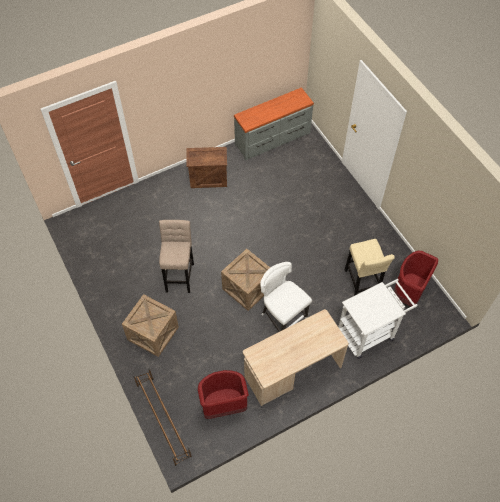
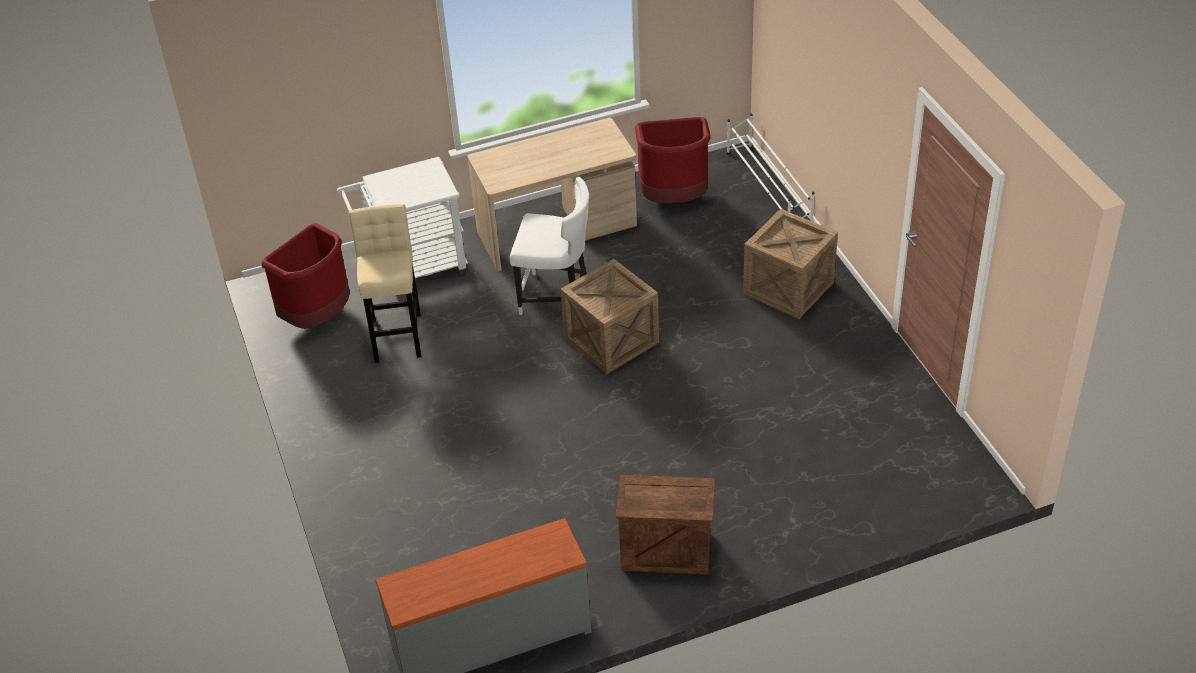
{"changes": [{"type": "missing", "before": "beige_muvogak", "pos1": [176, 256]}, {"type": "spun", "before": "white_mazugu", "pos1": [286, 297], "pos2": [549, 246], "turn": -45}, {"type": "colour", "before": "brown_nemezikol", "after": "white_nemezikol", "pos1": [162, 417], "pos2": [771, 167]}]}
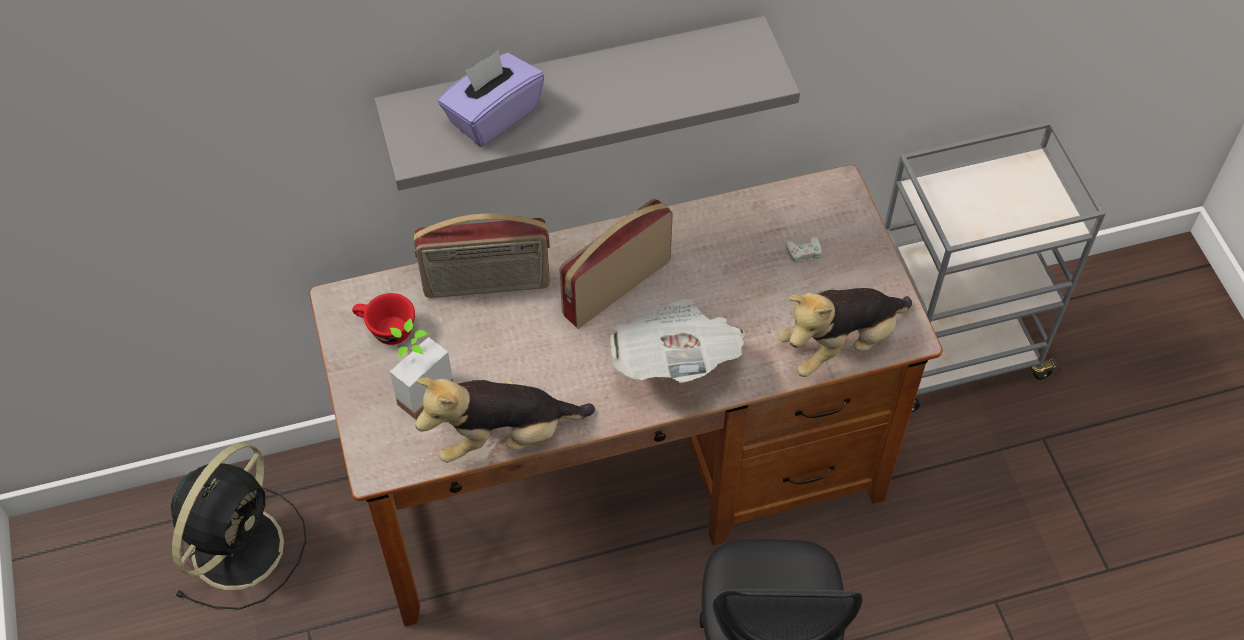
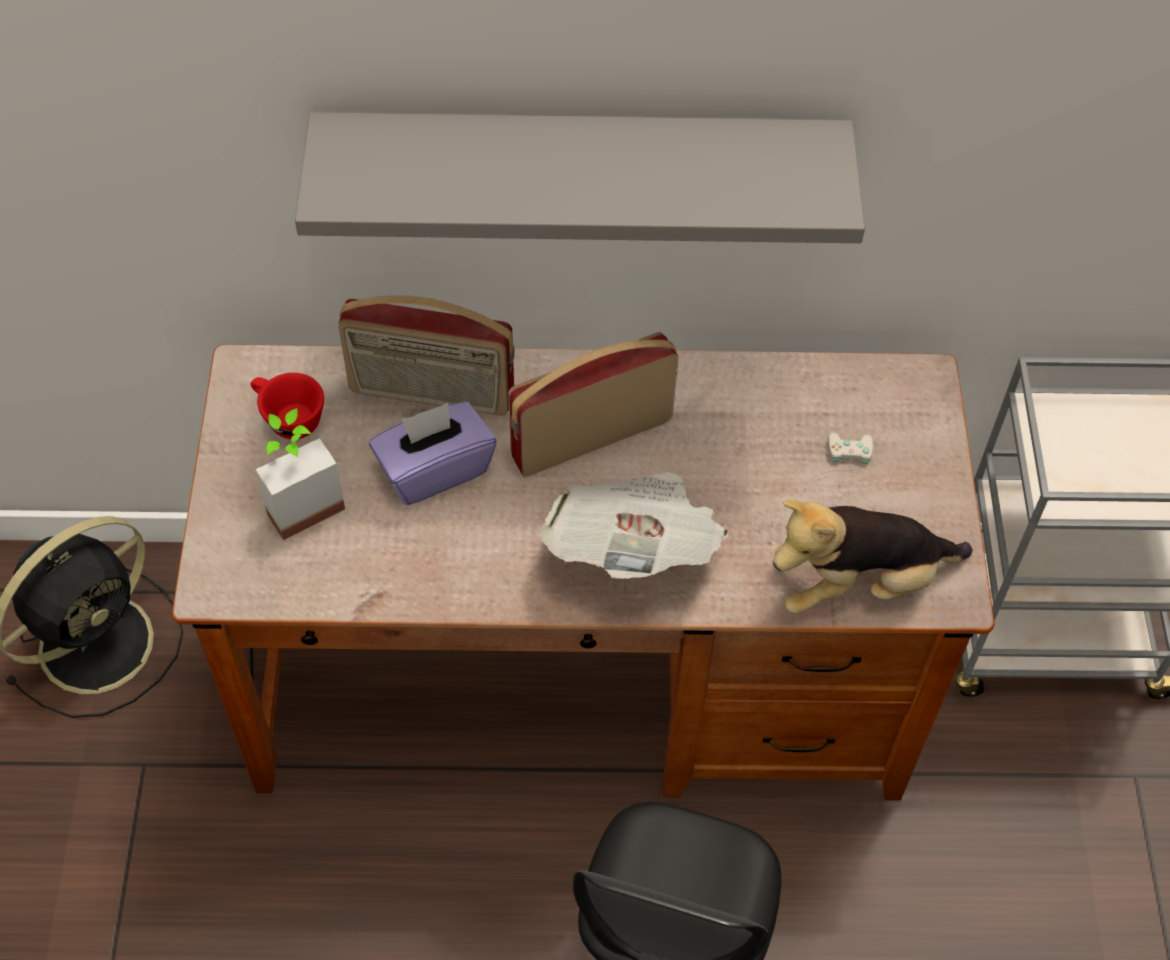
{"changes": [{"type": "relocated", "before": "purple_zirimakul", "pos1": [491, 98], "pos2": [432, 453]}, {"type": "missing", "before": "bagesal", "pos1": [505, 420]}]}
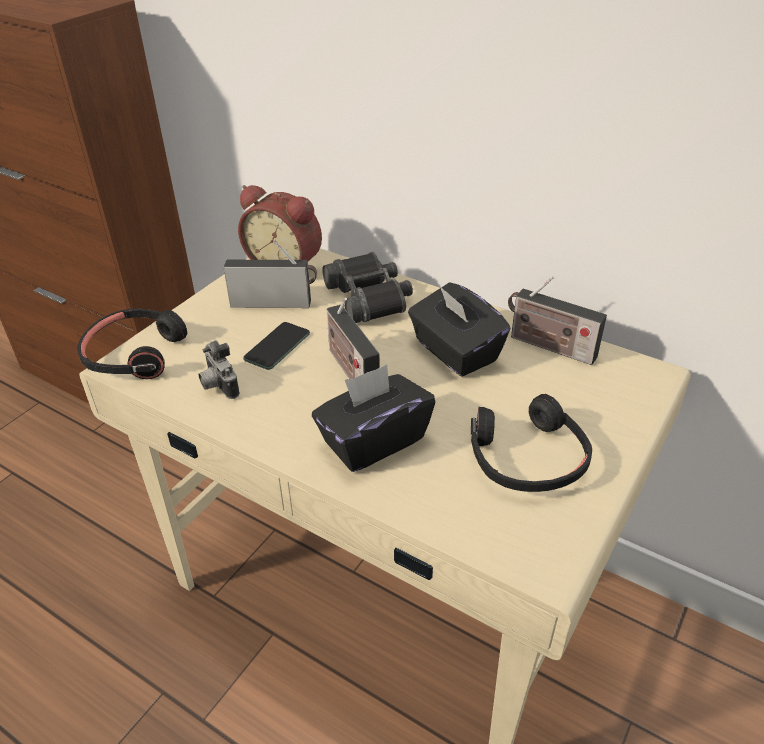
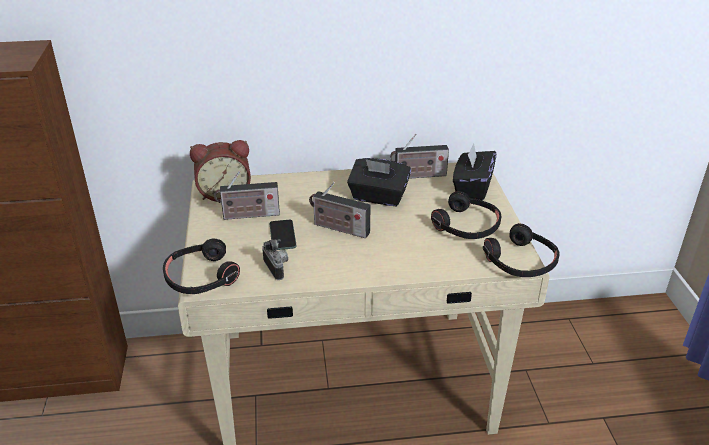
{"changes": [{"type": "spun", "before": "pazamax", "pos1": [270, 273], "pos2": [247, 195], "turn": -150}, {"type": "missing", "before": "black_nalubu", "pos1": [367, 287]}, {"type": "spun", "before": "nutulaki", "pos1": [219, 369], "pos2": [275, 259], "turn": -135}, {"type": "relocated", "before": "black_zirimakul", "pos1": [373, 418], "pos2": [474, 171]}, {"type": "appeared", "after": "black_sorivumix", "pos2": [521, 250]}]}
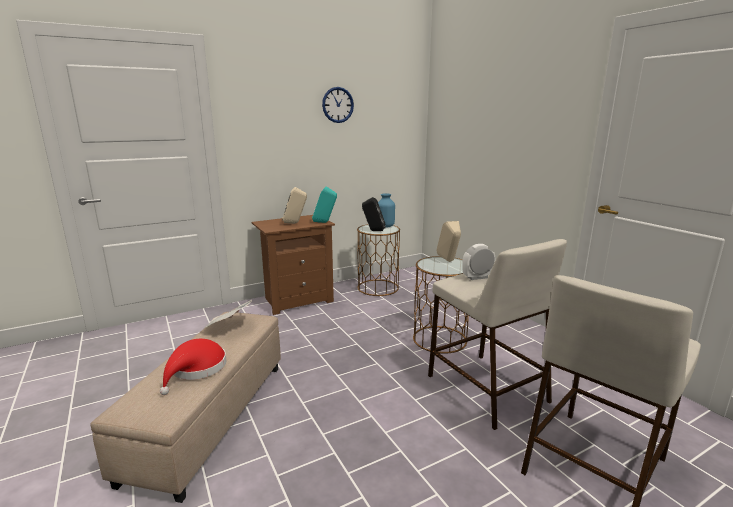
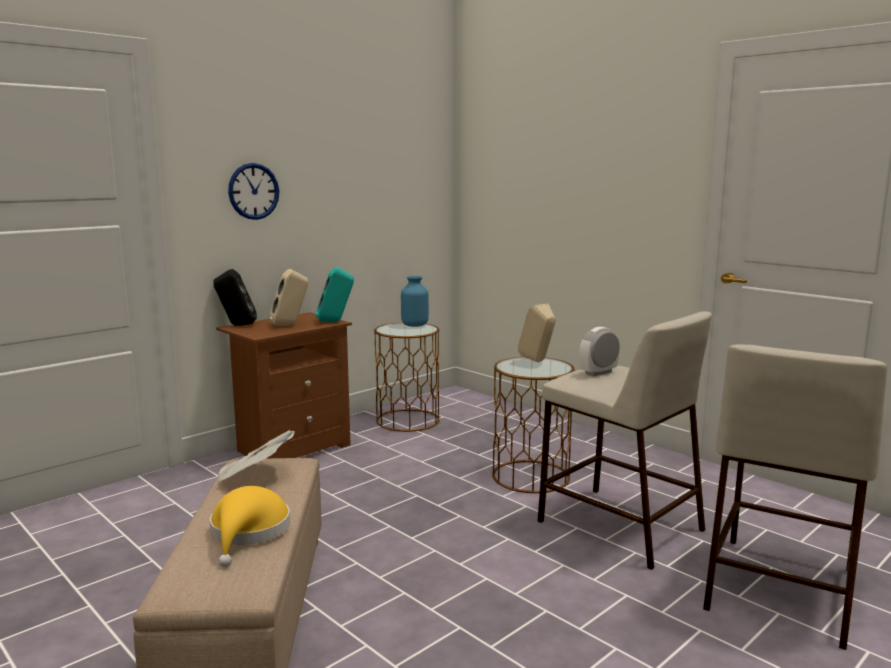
{"changes": [{"type": "relocated", "before": "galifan", "pos1": [338, 105], "pos2": [253, 191]}, {"type": "relocated", "before": "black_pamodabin", "pos1": [374, 214], "pos2": [235, 297]}, {"type": "colour", "before": "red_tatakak", "after": "yellow_tatakak", "pos1": [193, 367], "pos2": [250, 526]}]}
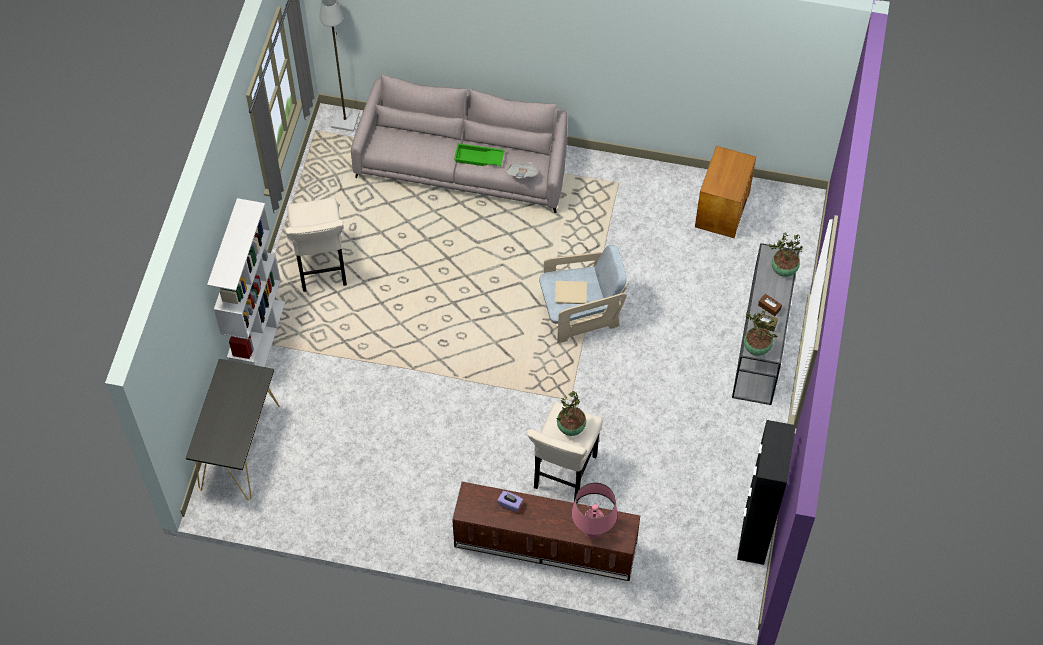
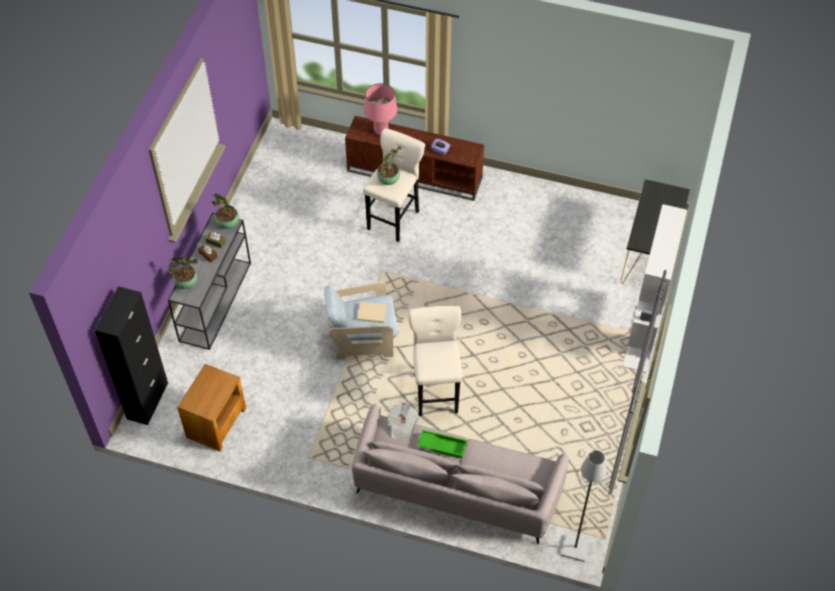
{"changes": [{"type": "relocated", "before": "beige_muvogak", "pos1": [316, 245], "pos2": [435, 361]}, {"type": "relocated", "before": "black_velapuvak", "pos1": [766, 492], "pos2": [131, 355]}]}
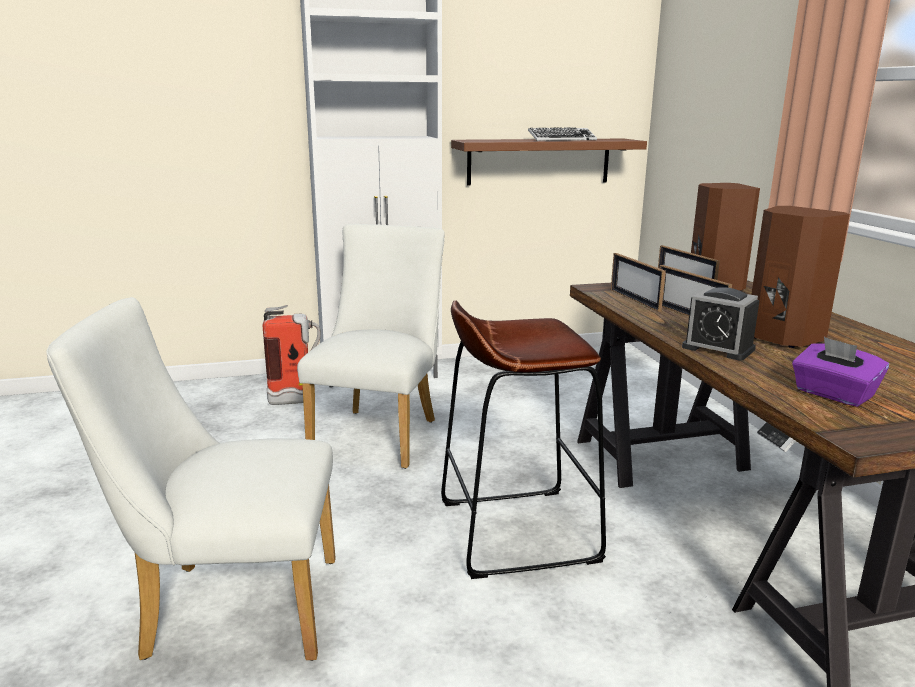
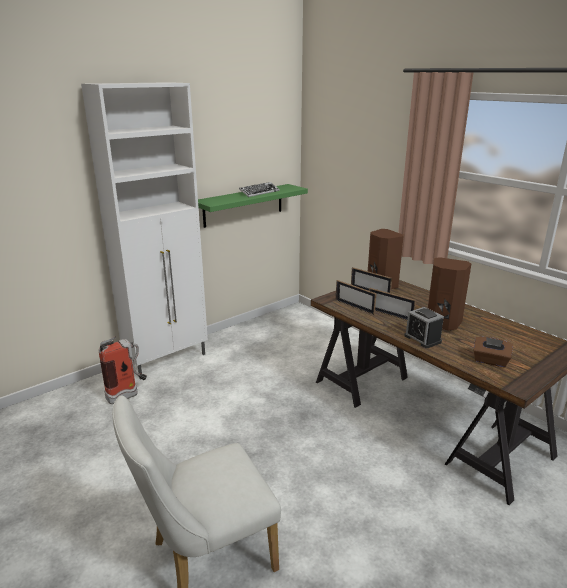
{"changes": [{"type": "colour", "before": "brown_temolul", "after": "green_temolul", "pos1": [549, 162], "pos2": [253, 206]}, {"type": "missing", "before": "white_mazugu", "pos1": [371, 346]}, {"type": "spun", "before": "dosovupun", "pos1": [721, 323], "pos2": [424, 327], "turn": 45}, {"type": "missing", "before": "brown_muvogak", "pos1": [523, 439]}, {"type": "colour", "before": "purple_zirimakul", "after": "brown_zirimakul", "pos1": [840, 372], "pos2": [493, 352]}]}
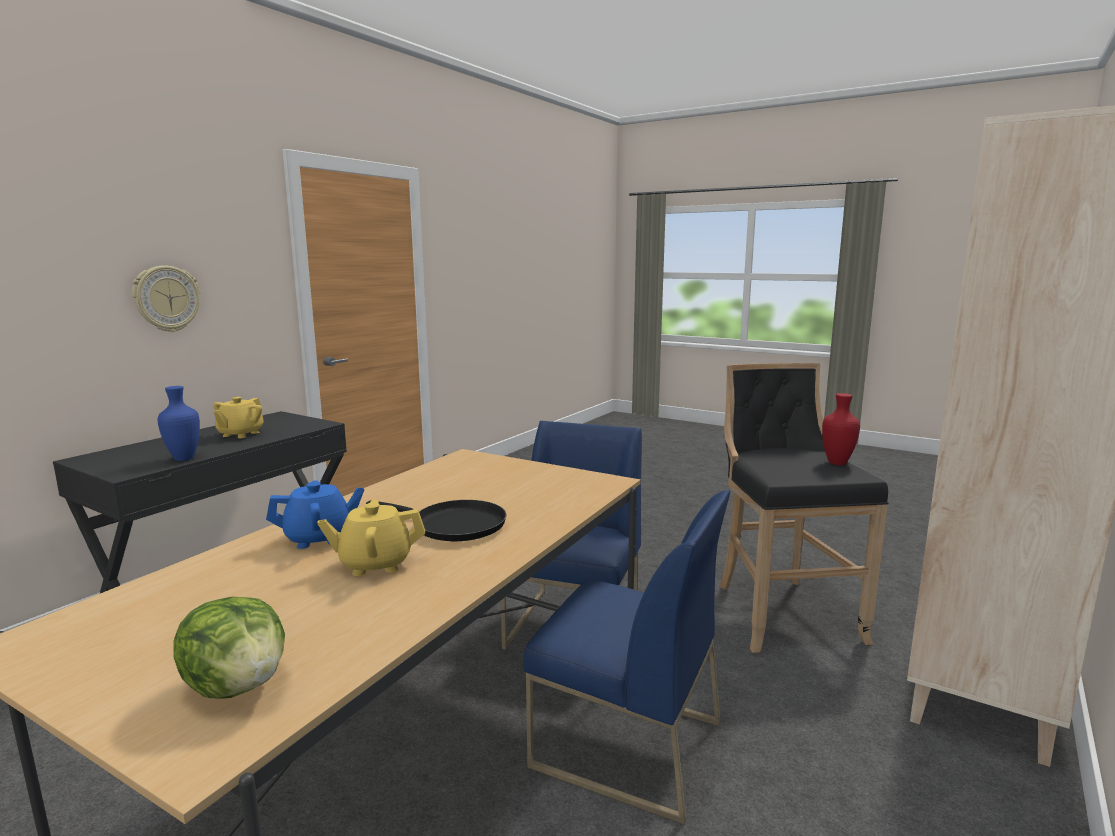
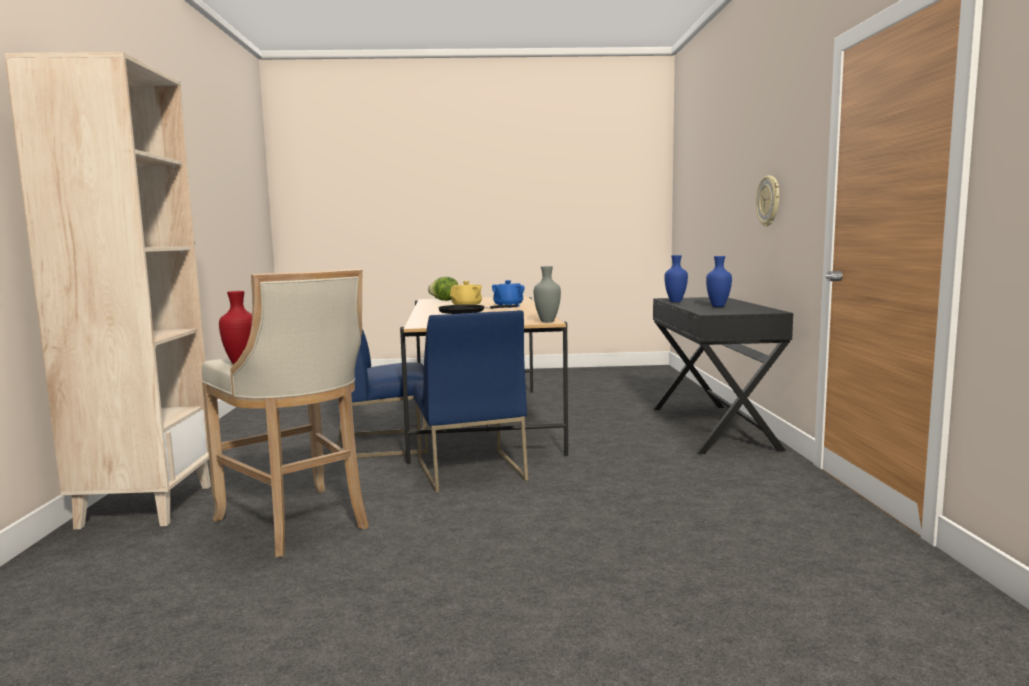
{"changes": [{"type": "colour", "before": "black_muvogak", "after": "beige_muvogak", "pos1": [804, 508], "pos2": [285, 413]}, {"type": "exchanged", "before": "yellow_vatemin", "after": "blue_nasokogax", "pos1": [238, 417], "pos2": [719, 281]}, {"type": "appeared", "after": "grey_nasokogax", "pos2": [547, 294]}]}
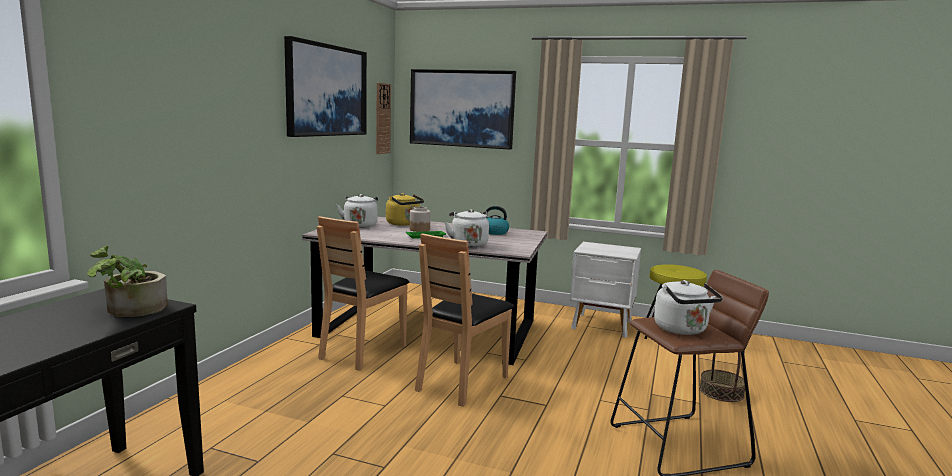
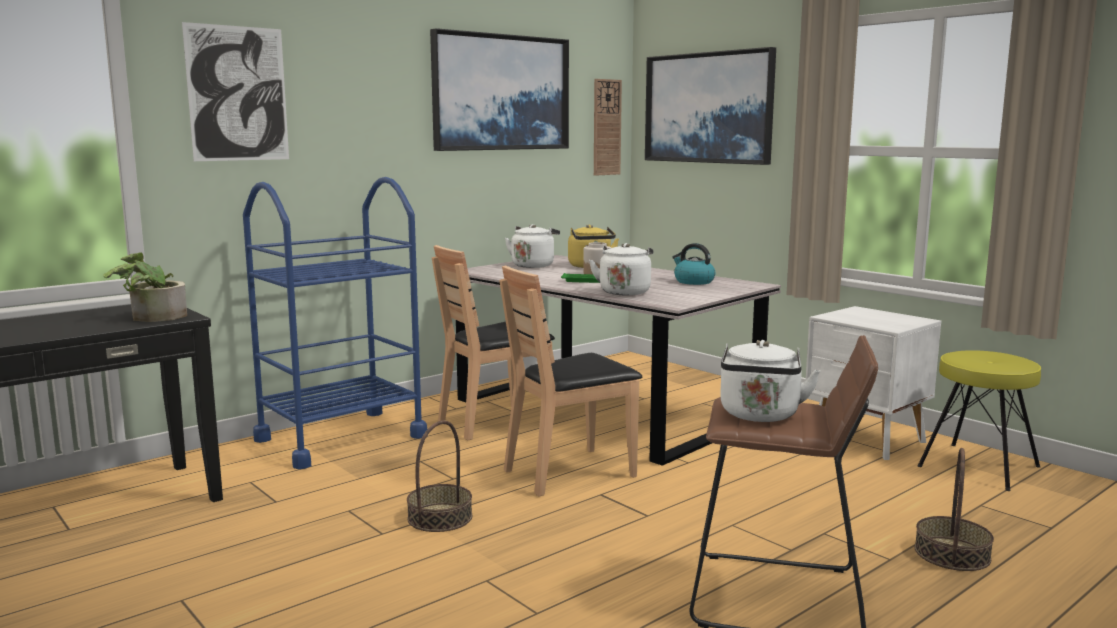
{"changes": [{"type": "appeared", "after": "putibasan", "pos2": [235, 91]}, {"type": "appeared", "after": "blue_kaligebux", "pos2": [335, 323]}, {"type": "appeared", "after": "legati", "pos2": [439, 476]}]}
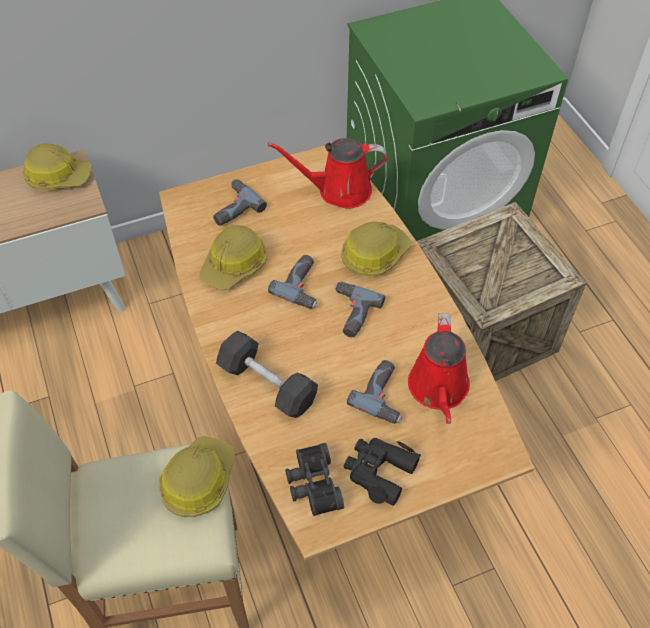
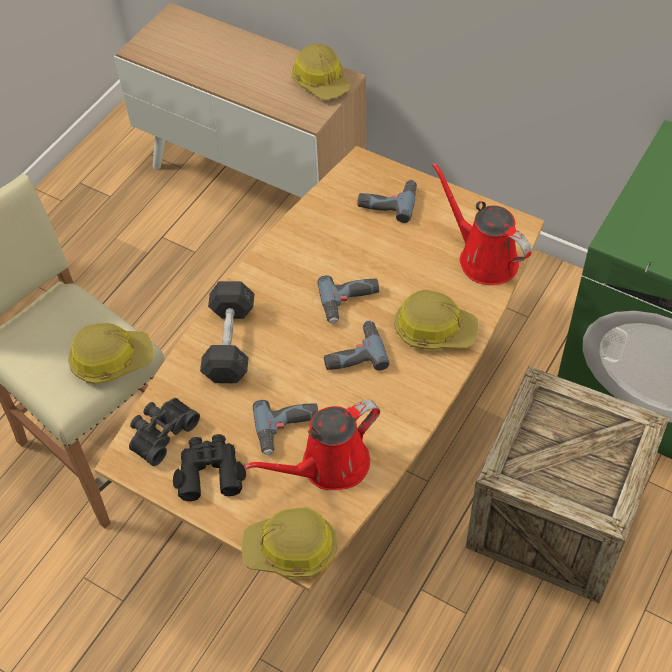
{"changes": [{"type": "relocated", "before": "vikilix", "pos1": [233, 258], "pos2": [289, 542]}]}
